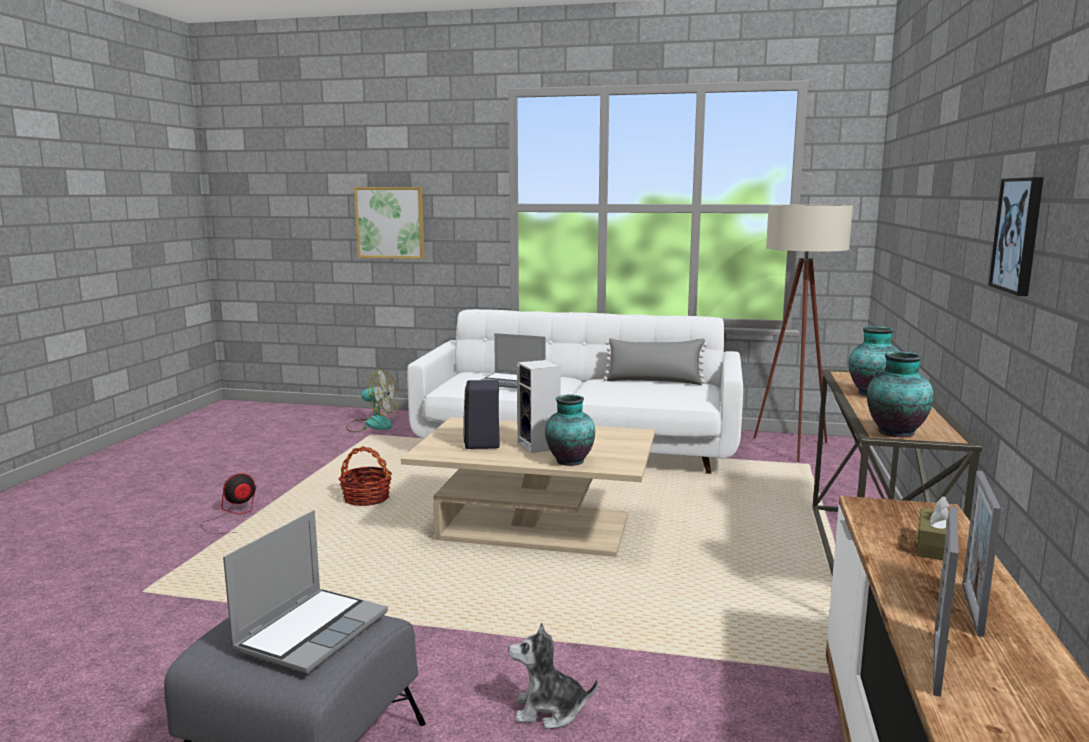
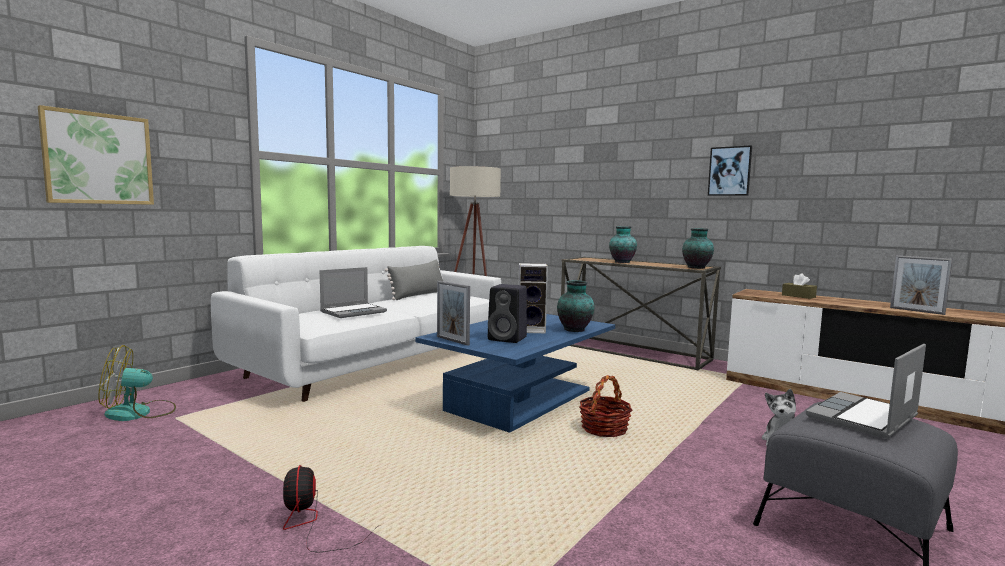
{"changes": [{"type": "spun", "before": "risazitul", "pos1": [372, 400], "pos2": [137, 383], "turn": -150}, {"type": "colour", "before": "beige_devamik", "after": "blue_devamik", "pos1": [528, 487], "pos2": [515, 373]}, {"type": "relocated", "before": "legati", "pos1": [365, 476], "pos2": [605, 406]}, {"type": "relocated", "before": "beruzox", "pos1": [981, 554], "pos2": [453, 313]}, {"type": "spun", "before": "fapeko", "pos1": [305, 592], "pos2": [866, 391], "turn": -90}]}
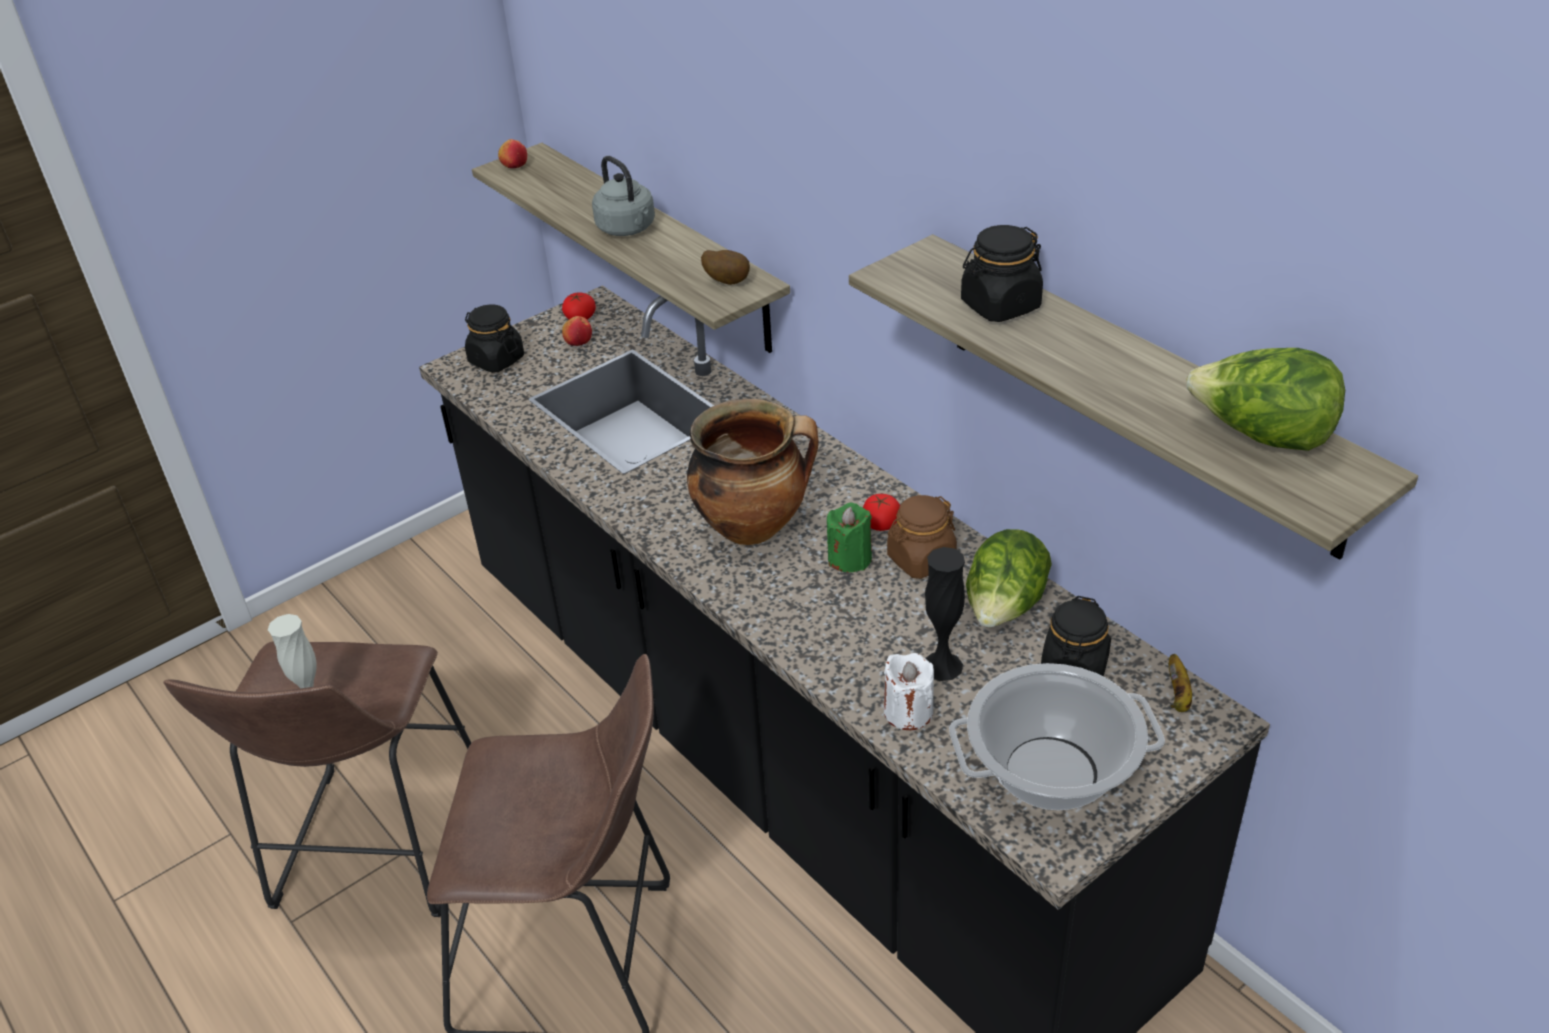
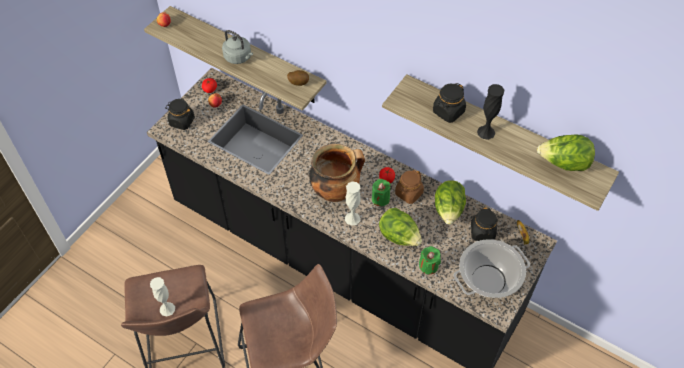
{"changes": [{"type": "relocated", "before": "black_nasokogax", "pos1": [945, 614], "pos2": [490, 112]}, {"type": "colour", "before": "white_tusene", "after": "green_tusene", "pos1": [909, 691], "pos2": [430, 260]}, {"type": "appeared", "after": "white_nasokogax", "pos2": [353, 203]}, {"type": "appeared", "after": "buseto", "pos2": [400, 227]}]}
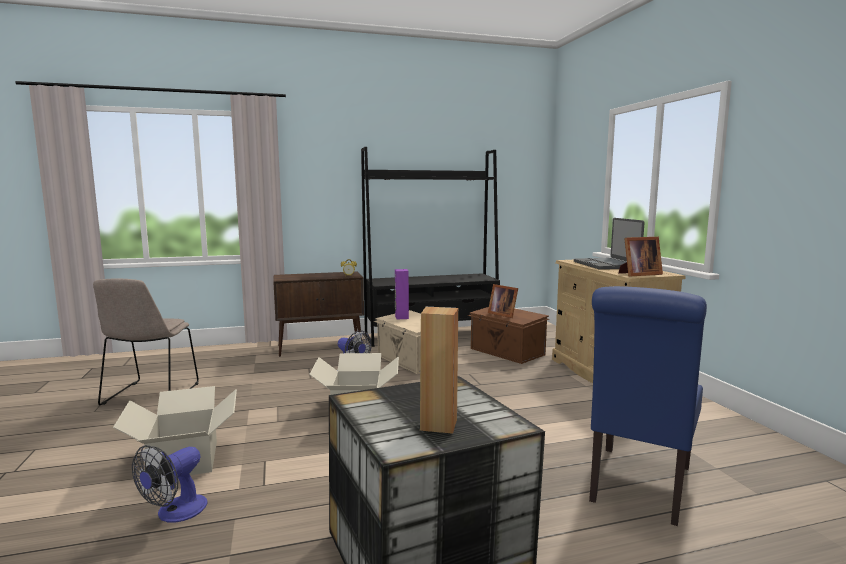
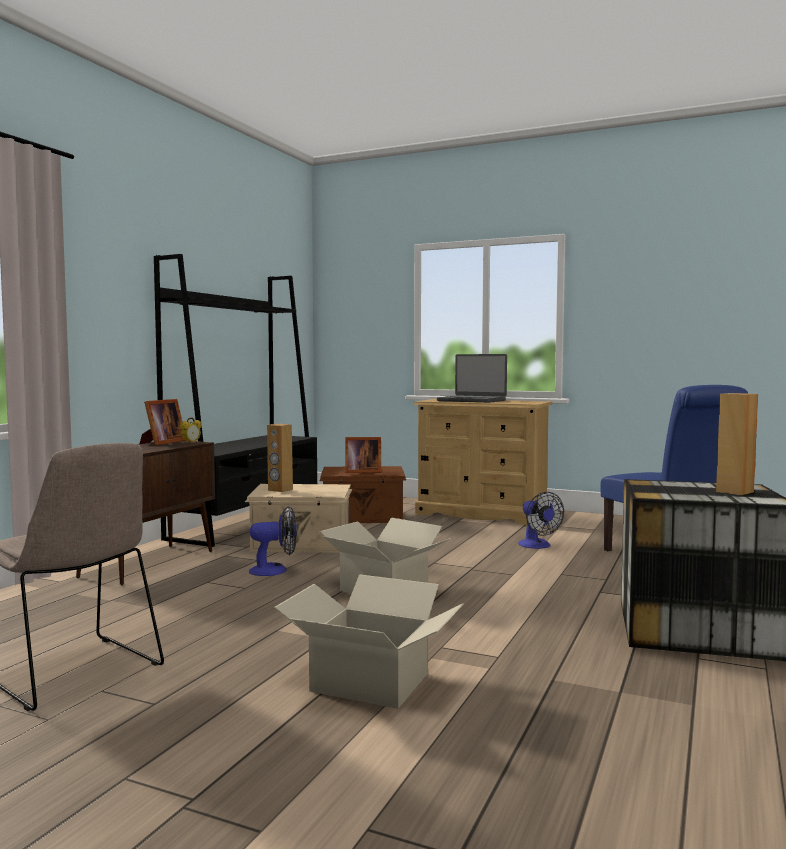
{"changes": [{"type": "relocated", "before": "beruzox", "pos1": [641, 257], "pos2": [163, 422]}, {"type": "colour", "before": "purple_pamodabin", "after": "brown_pamodabin", "pos1": [402, 294], "pos2": [280, 458]}, {"type": "relocated", "before": "risazitul", "pos1": [170, 484], "pos2": [541, 520]}]}
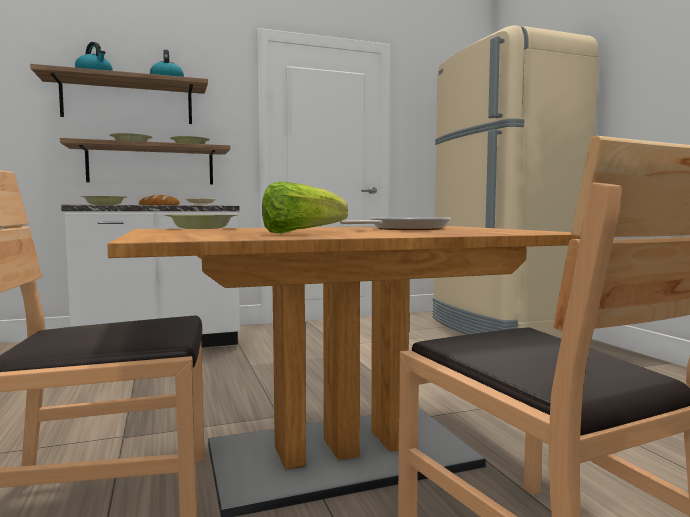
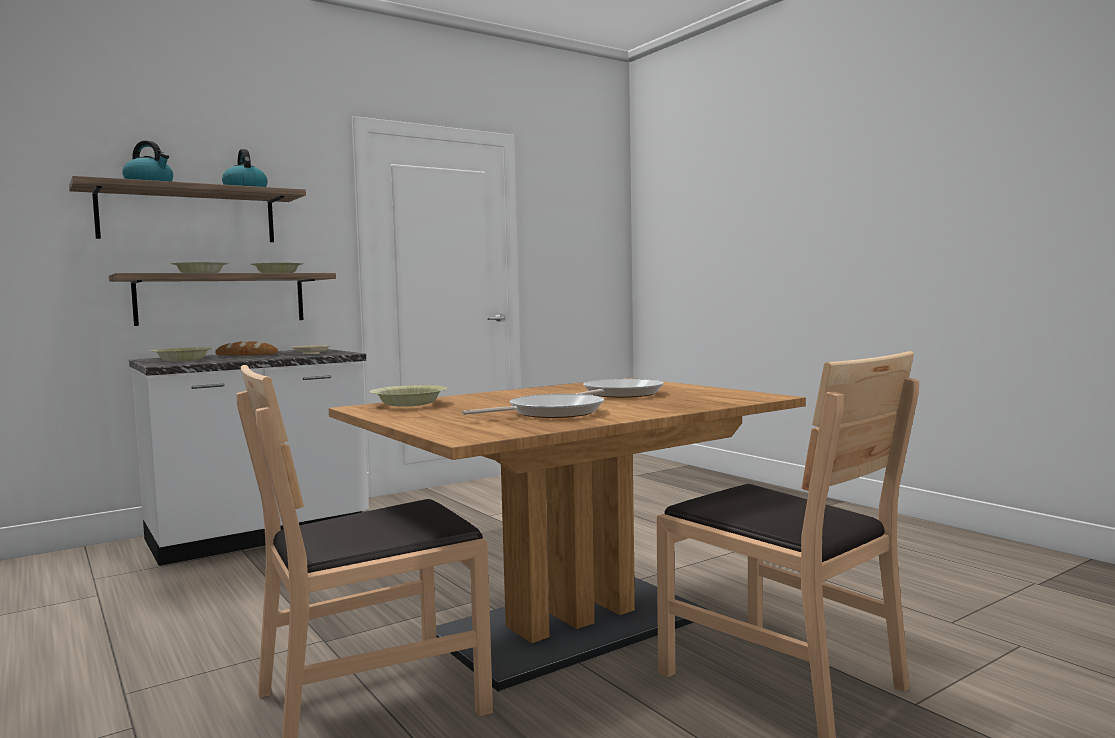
{"changes": [{"type": "missing", "before": "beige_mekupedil", "pos1": [516, 181]}, {"type": "exchanged", "before": "buseto", "after": "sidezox", "pos1": [305, 207], "pos2": [533, 406]}]}
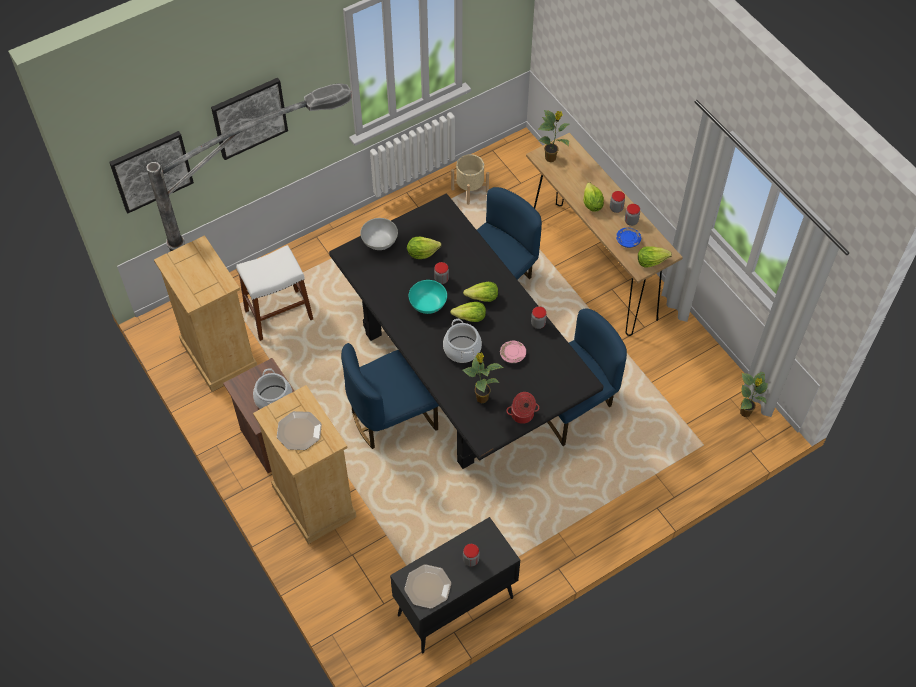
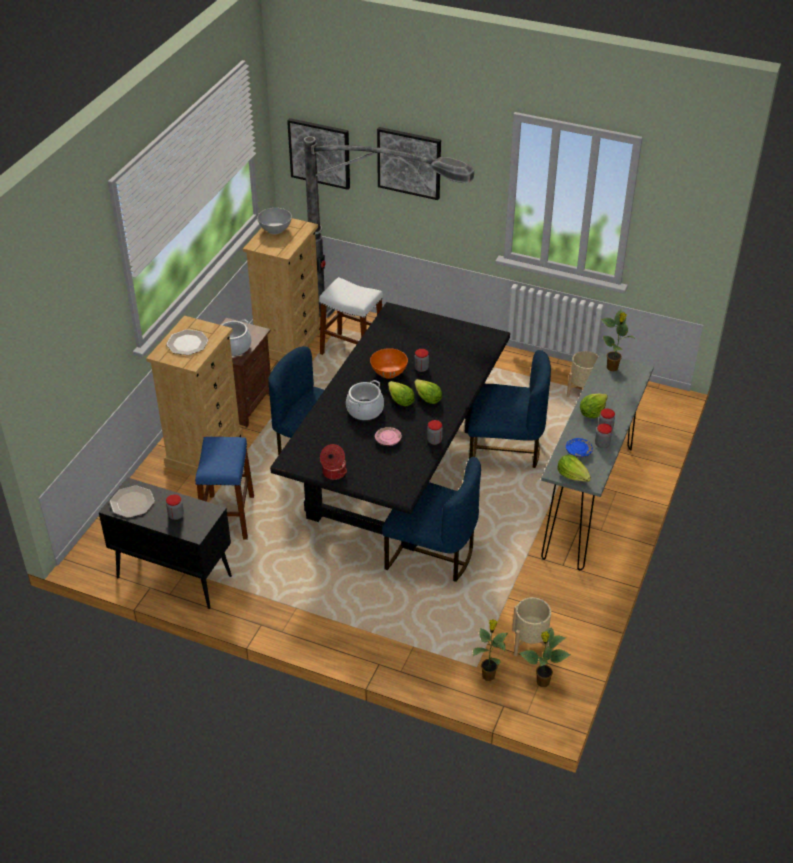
{"changes": [{"type": "colour", "before": "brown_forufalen", "after": "grey_forufalen", "pos1": [604, 234], "pos2": [597, 461]}, {"type": "relocated", "before": "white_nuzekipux", "pos1": [379, 234], "pos2": [274, 221]}, {"type": "missing", "before": "buseto", "pos1": [424, 248]}, {"type": "colour", "before": "turquoise_nuzekipux", "after": "orange_nuzekipux", "pos1": [428, 297], "pos2": [389, 363]}, {"type": "relocated", "before": "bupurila", "pos1": [483, 378], "pos2": [491, 650]}, {"type": "appeared", "after": "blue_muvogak", "pos2": [224, 488]}, {"type": "appeared", "after": "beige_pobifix", "pos2": [531, 626]}]}
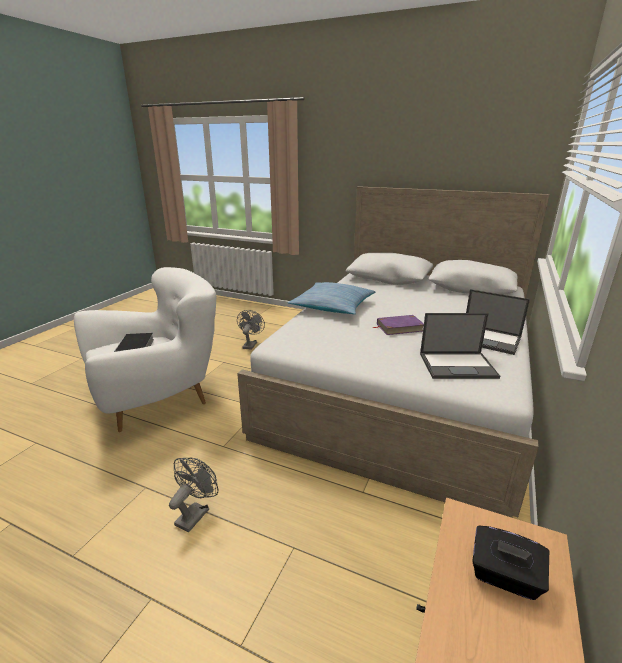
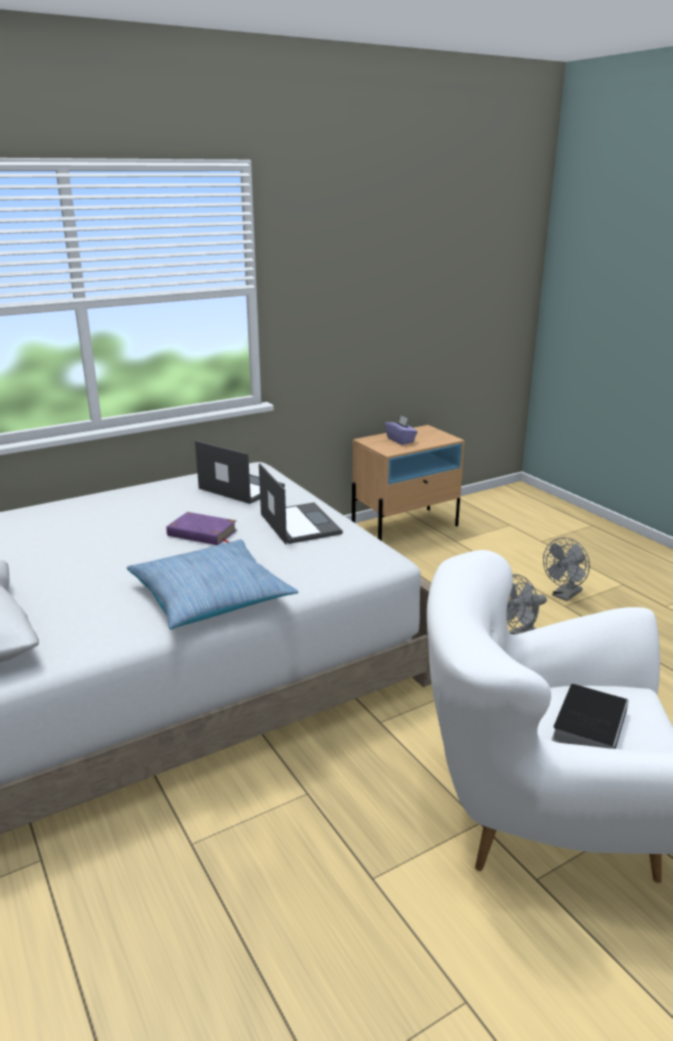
{"changes": [{"type": "relocated", "before": "fapeko", "pos1": [498, 322], "pos2": [301, 503]}, {"type": "relocated", "before": "grey_risazitul", "pos1": [251, 330], "pos2": [566, 569]}, {"type": "colour", "before": "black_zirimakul", "after": "purple_zirimakul", "pos1": [510, 563], "pos2": [401, 430]}]}
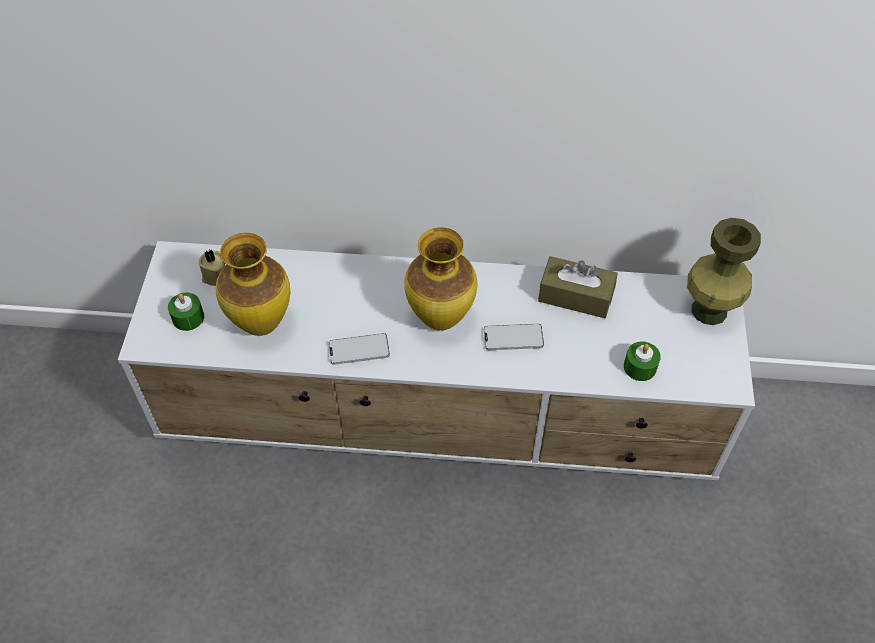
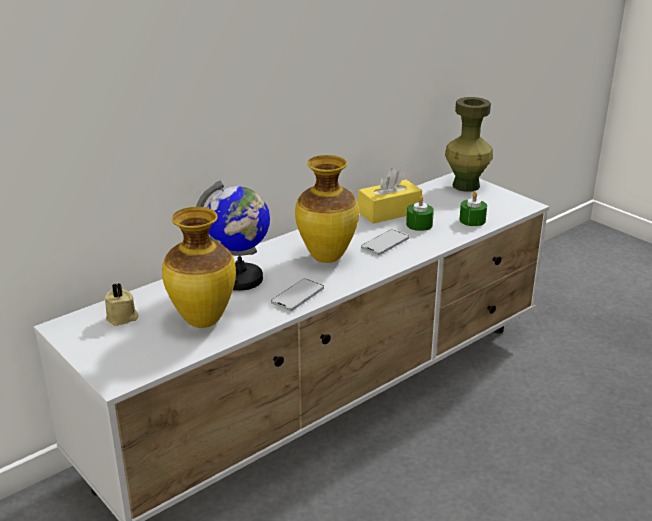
{"changes": [{"type": "colour", "before": "brown_zirimakul", "after": "yellow_zirimakul", "pos1": [578, 287], "pos2": [390, 196]}, {"type": "relocated", "before": "green_tusene", "pos1": [186, 312], "pos2": [420, 213]}, {"type": "appeared", "after": "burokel", "pos2": [233, 236]}]}
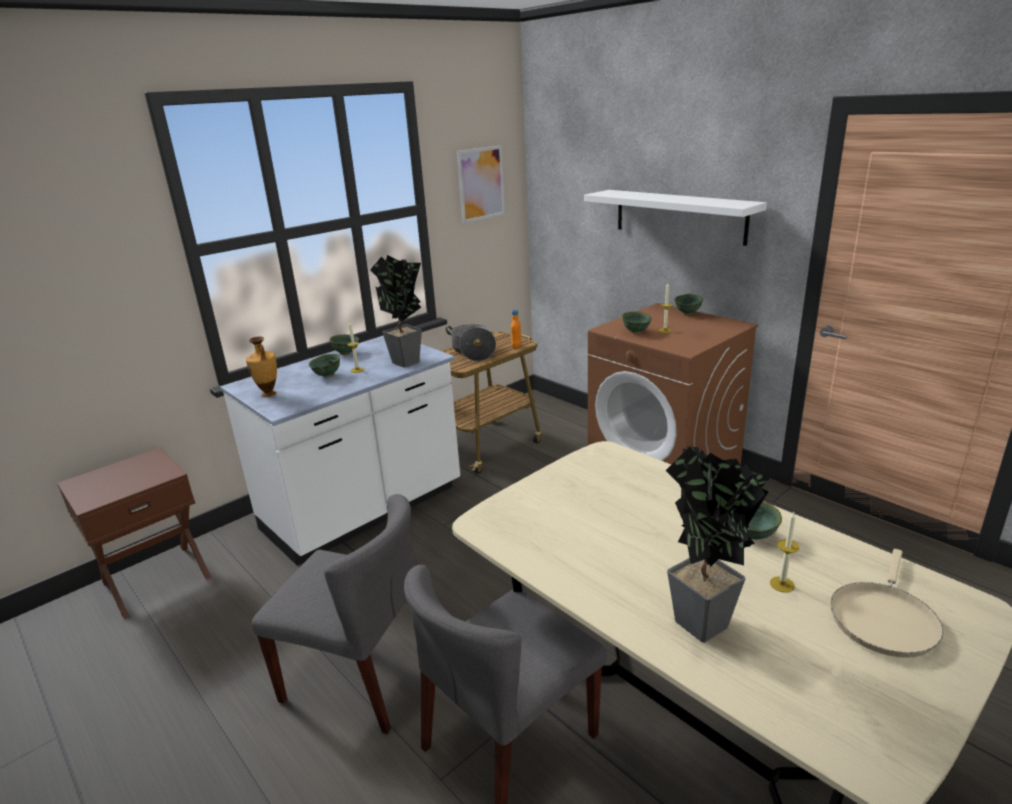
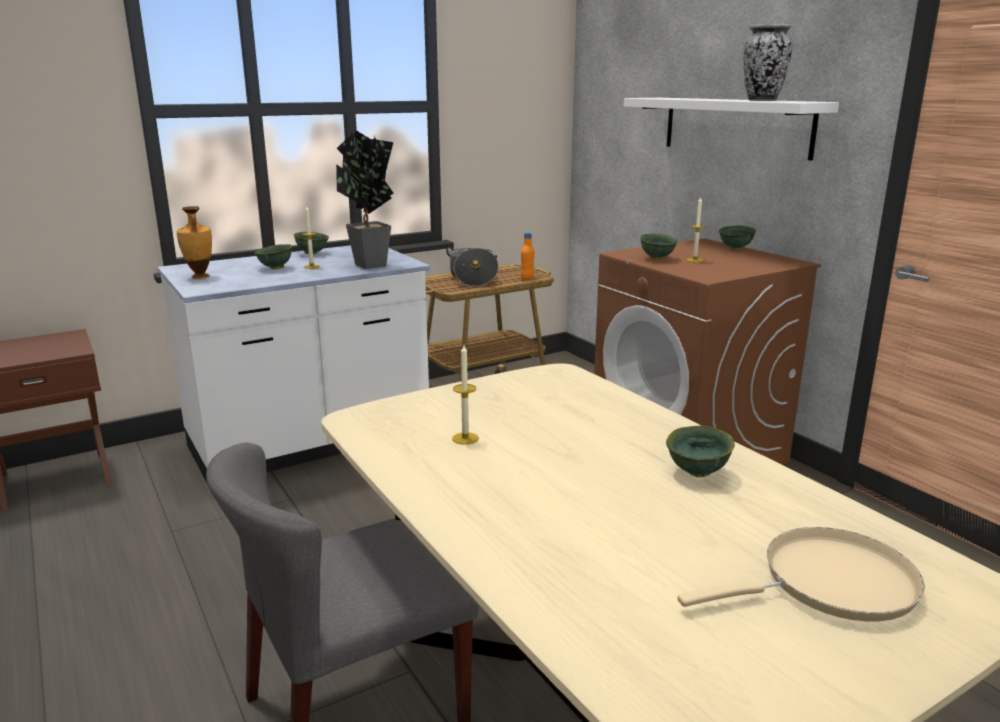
{"changes": [{"type": "missing", "before": "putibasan", "pos1": [481, 184]}, {"type": "missing", "before": "bupurila", "pos1": [720, 544]}, {"type": "missing", "before": "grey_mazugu", "pos1": [333, 614]}, {"type": "relocated", "before": "tusene", "pos1": [784, 552], "pos2": [465, 395]}, {"type": "spun", "before": "beige_sidezox", "pos1": [886, 603], "pos2": [801, 574], "turn": -150}, {"type": "appeared", "after": "nasokogax", "pos2": [768, 62]}]}
